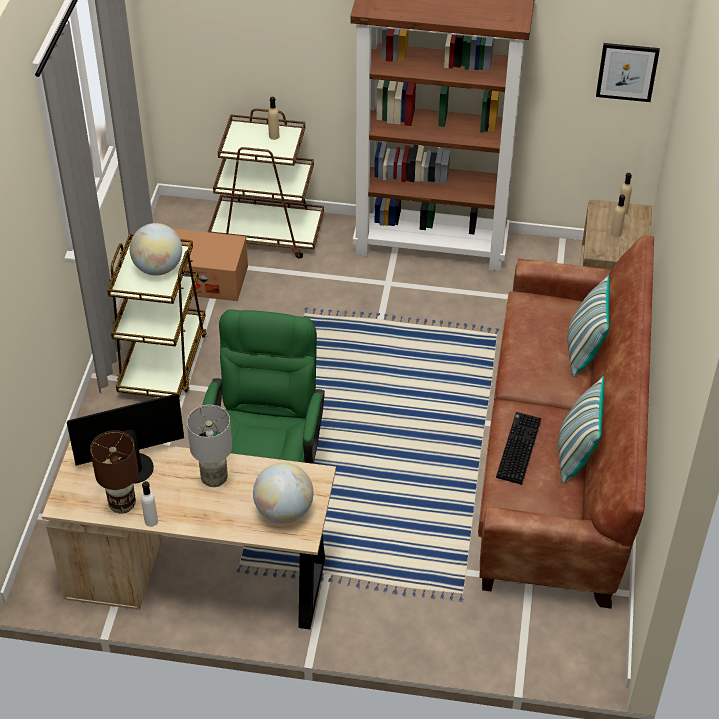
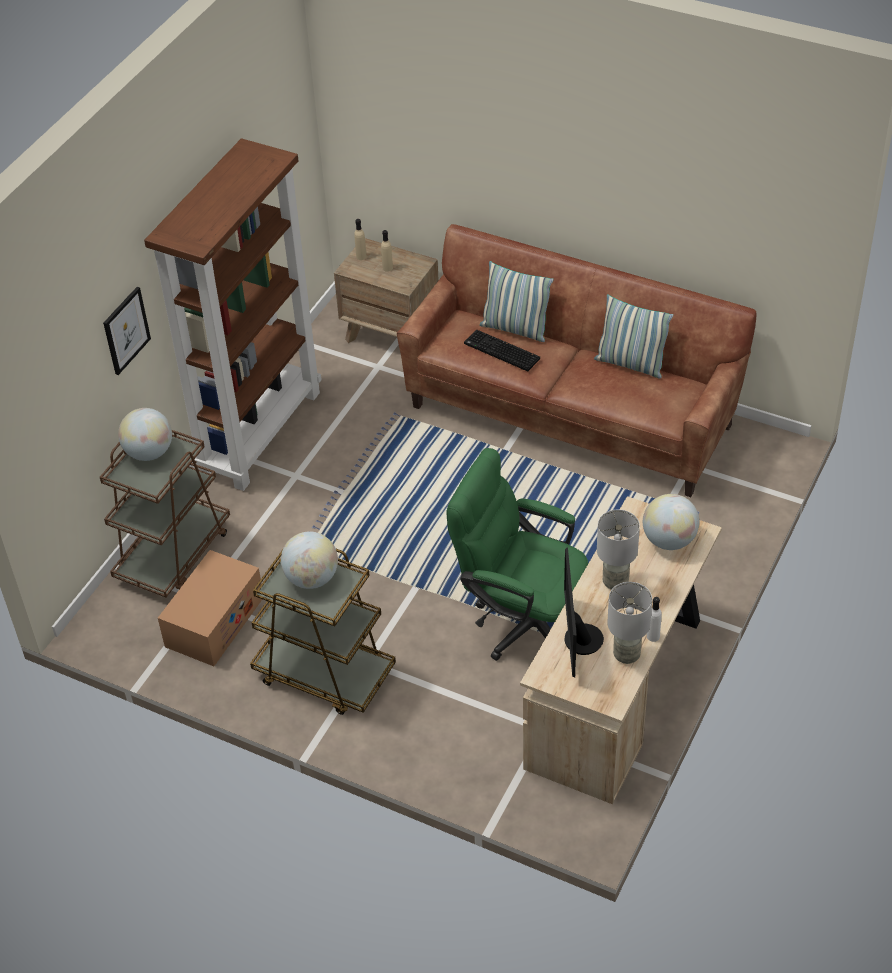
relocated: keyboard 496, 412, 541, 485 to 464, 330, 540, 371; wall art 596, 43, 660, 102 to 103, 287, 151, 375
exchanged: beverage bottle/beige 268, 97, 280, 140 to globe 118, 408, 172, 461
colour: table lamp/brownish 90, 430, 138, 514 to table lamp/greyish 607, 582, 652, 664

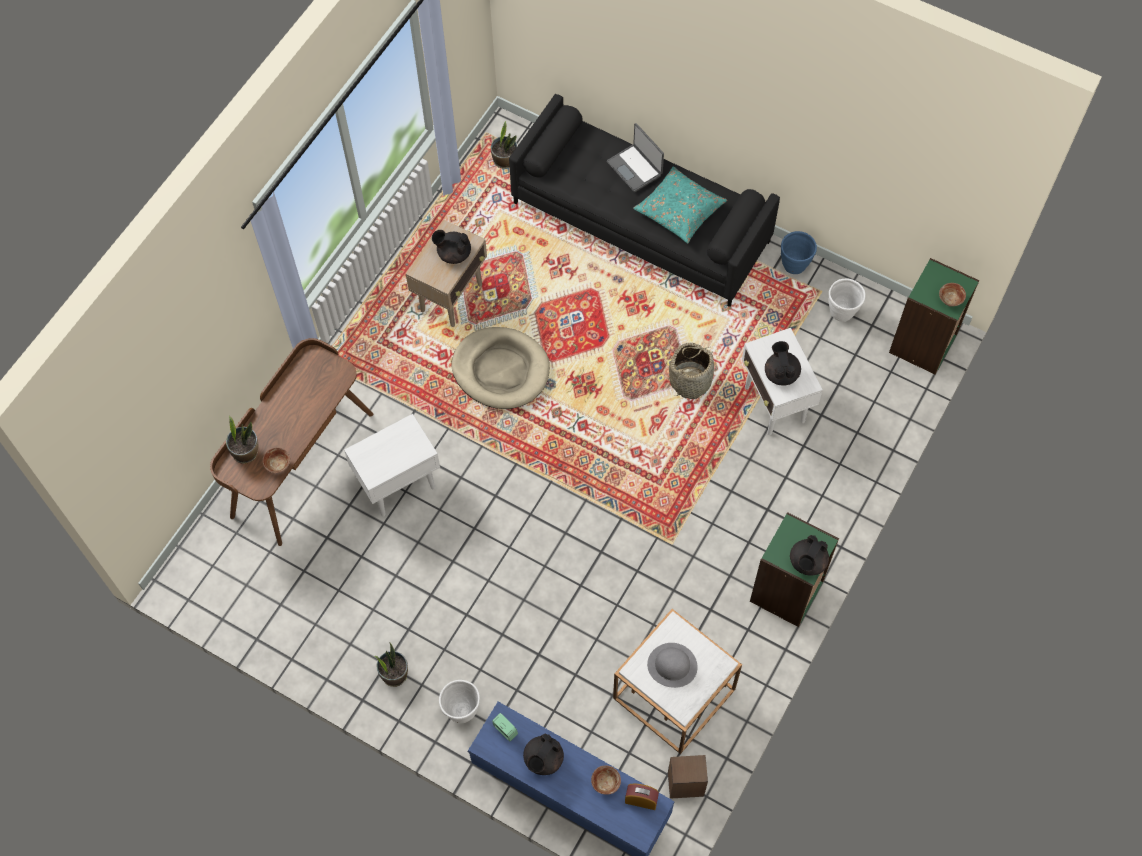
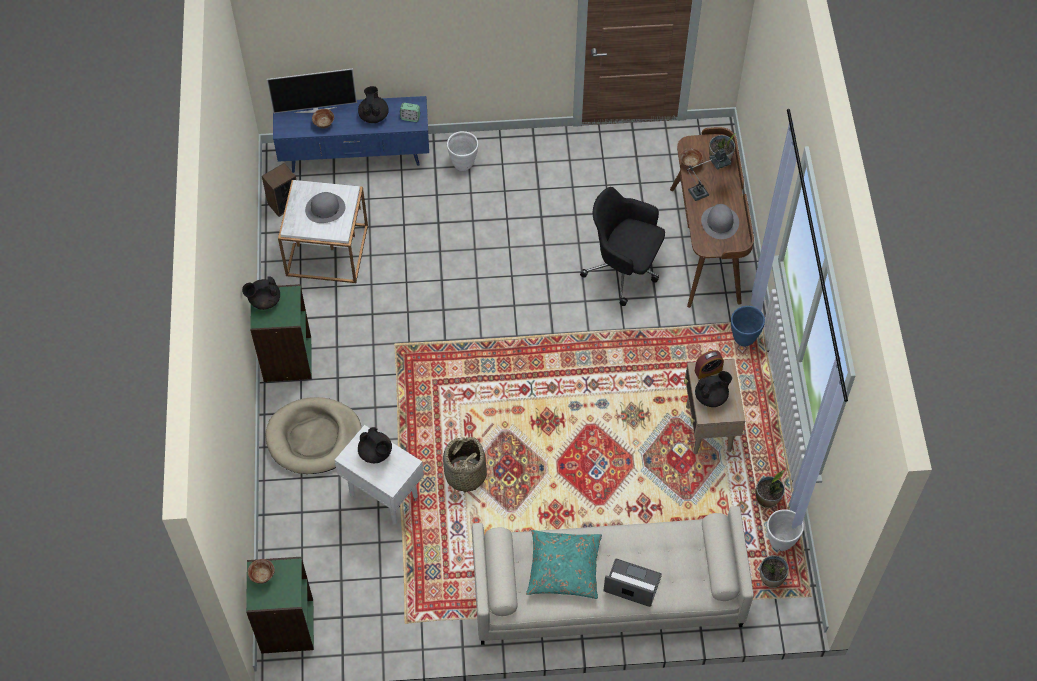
appeared: TV 267, 68, 357, 113; table lamp 686, 148, 732, 201; wearable hat/greyish 701, 204, 739, 239
relocated: potted plant 374, 642, 408, 687 to 756, 470, 785, 508; dog cushion/beige 451, 327, 550, 409 to 265, 397, 362, 474; table clock 625, 783, 659, 810 to 695, 350, 724, 379; plant pot/bluish 781, 231, 817, 274 to 731, 306, 765, 346; plant pot/whitish 829, 279, 866, 322 to 767, 509, 804, 551
exchanged: side table/whitish 344, 414, 440, 517 to computer chair/black-coloured 580, 187, 665, 306
colour: sofa/black-coloured 509, 94, 780, 307 to sofa/beige 472, 506, 754, 645
spun: teapot/black-coloured 790, 535, 829, 576 = 242, 276, 280, 310 105 degrees counterclockwise

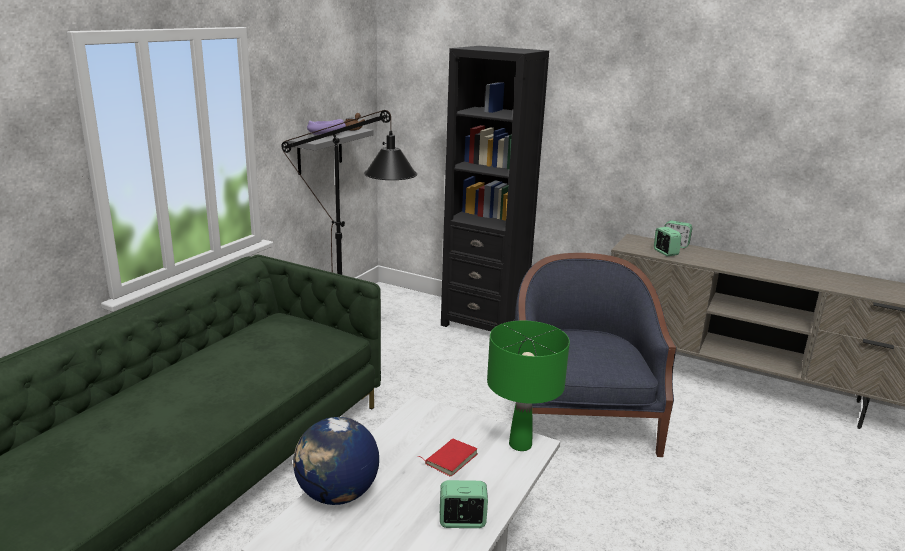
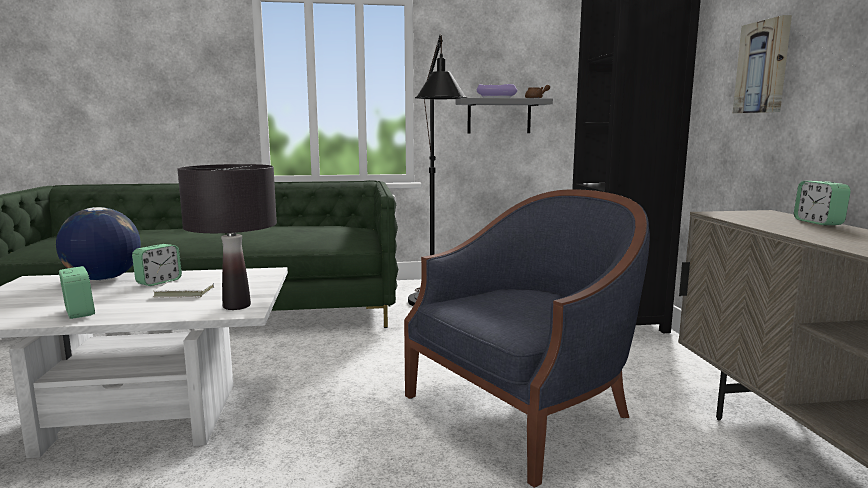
appeared: wall art 733, 15, 792, 113
relocated: table clock 654, 227, 681, 256 to 132, 244, 182, 286
colour: bound book/red-coloured 418, 438, 477, 477 to bound book/whitish 153, 281, 214, 297; table lamp/green-coloured 487, 321, 570, 451 to table lamp/black-coloured 177, 164, 277, 310

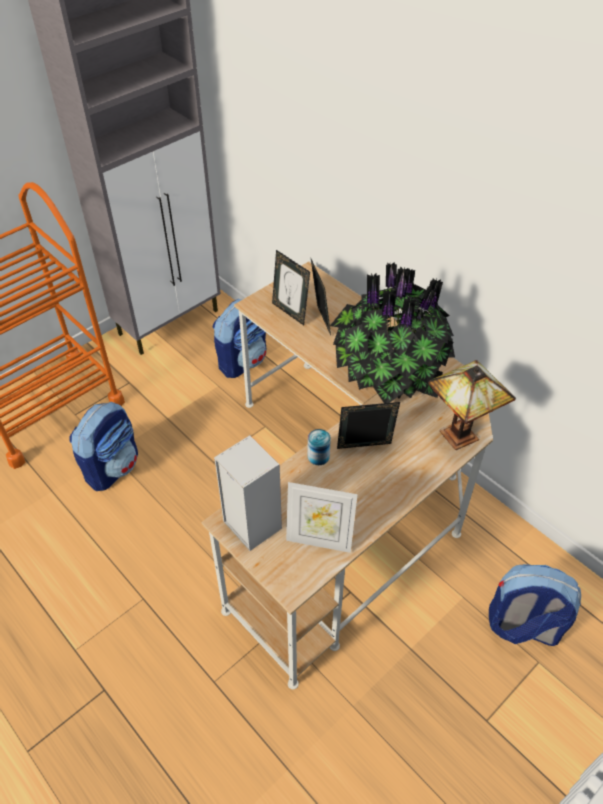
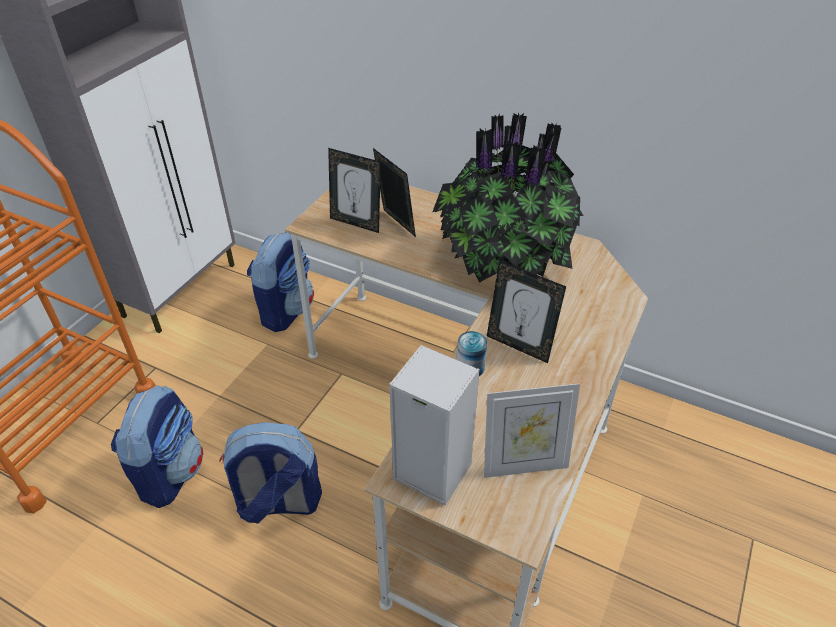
missing: table lamp 428, 360, 516, 450
relocated: knapsack 489, 564, 581, 646 to 219, 422, 322, 524
spun: picture frame 337, 402, 400, 449 = 487, 260, 566, 363 120 degrees counterclockwise

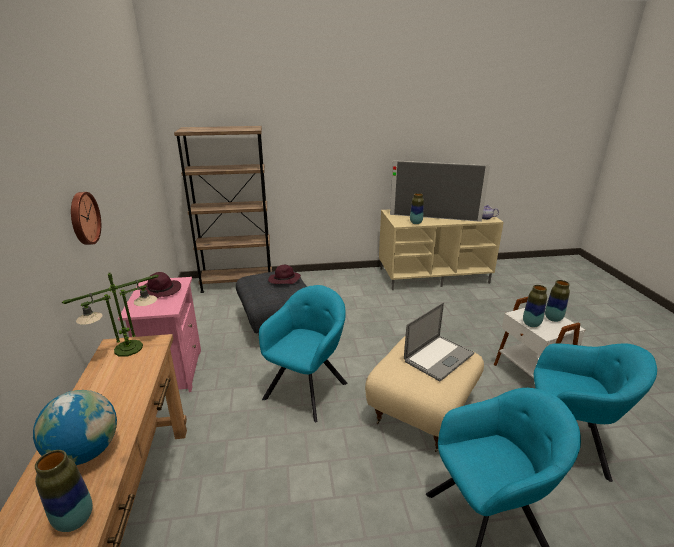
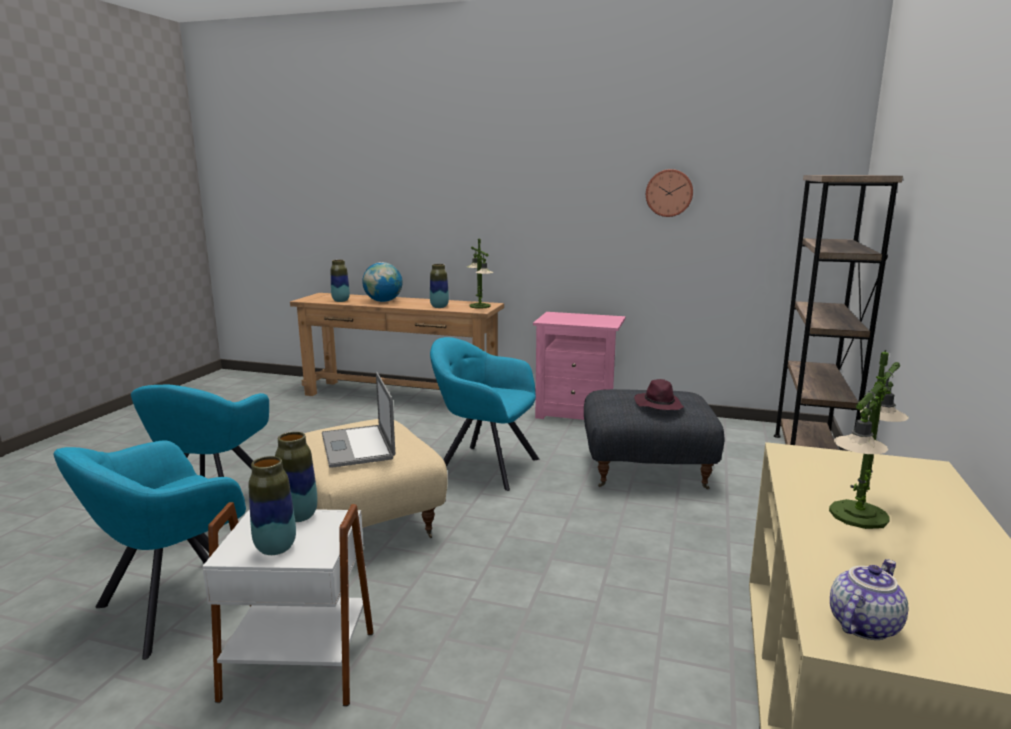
missing: wearable hat/purple 140, 272, 181, 298
relocated: hanging clock 71, 192, 101, 245 to 646, 169, 693, 217; flower vase 410, 193, 424, 224 to 430, 264, 449, 308
exchanged: TV 390, 160, 490, 222 to table lamp 829, 350, 909, 529
spun: lounge chair/turquoise-coloured 259, 285, 347, 423 = 430, 337, 539, 491 150 degrees clockwise

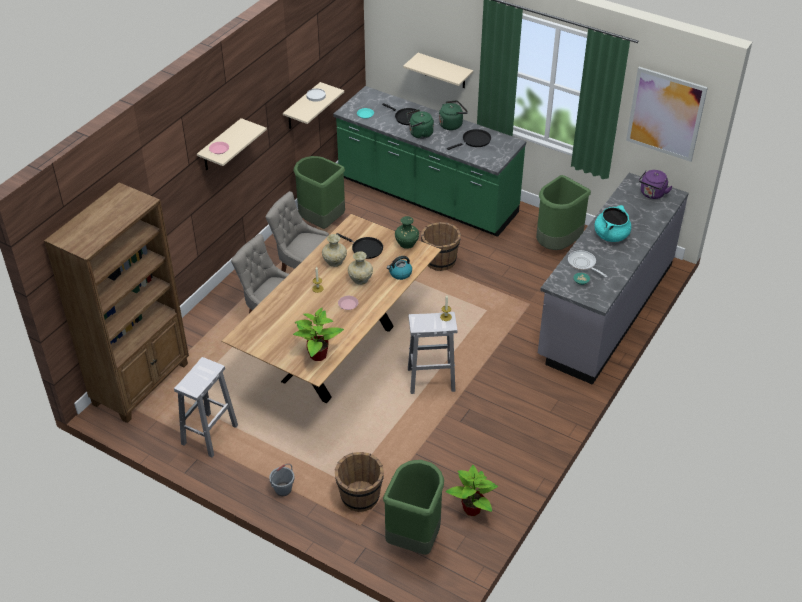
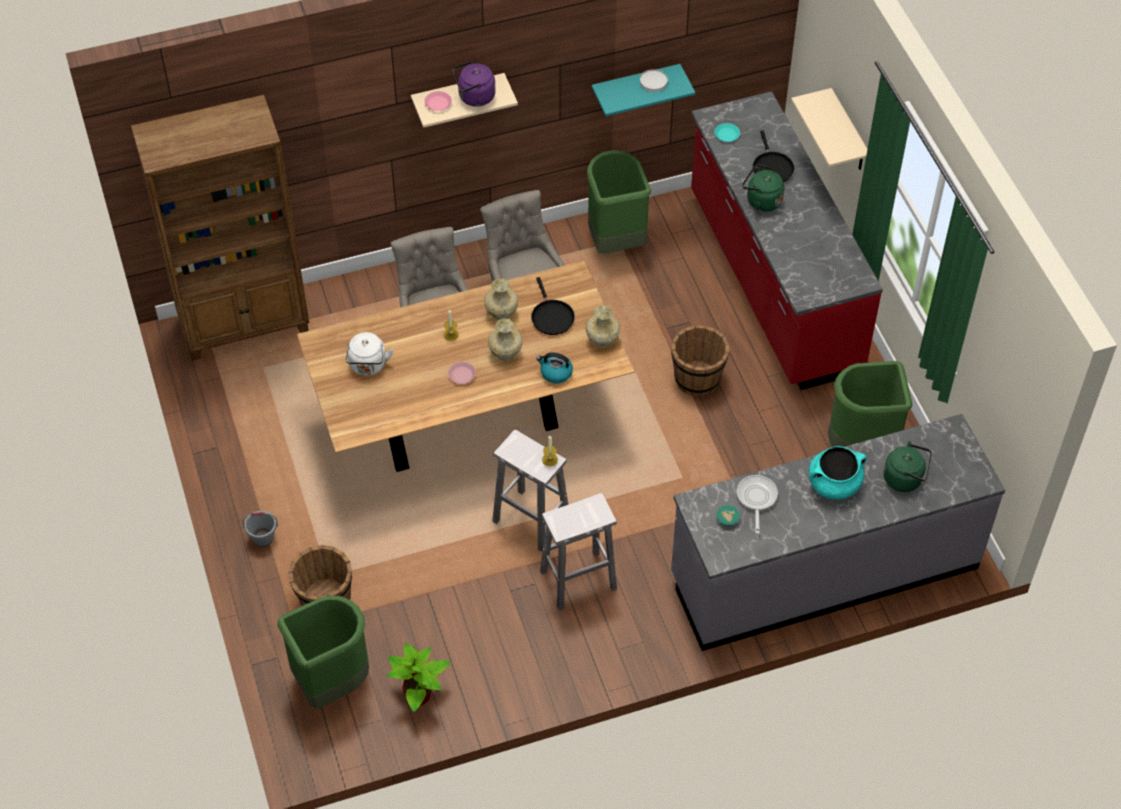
missing: potted plant 293, 308, 344, 361; skillet/black-coloured 447, 129, 491, 150; wall art 626, 67, 708, 162
appeared: water kettle/whitish 346, 332, 394, 376
relocated: stool seat/whitish 174, 357, 238, 458 to 540, 493, 617, 610; water kettle/green-coloured 439, 101, 468, 130 to 883, 441, 932, 492; water kettle/purple 639, 170, 673, 199 to 452, 61, 496, 107
colour: bracket shelf/beige 283, 82, 344, 129 to bracket shelf/turquoise-coloured 592, 64, 695, 116; kitchen base unit/green-coloured 333, 86, 526, 237 to kitchen base unit/red-coloured 691, 91, 883, 390; flower vase/green-coloured 395, 216, 419, 249 to flower vase/beige 586, 305, 620, 348

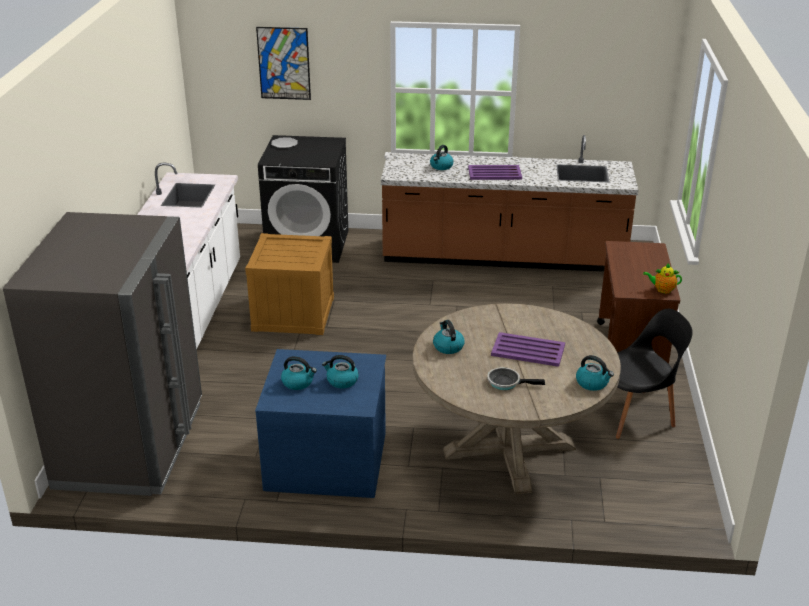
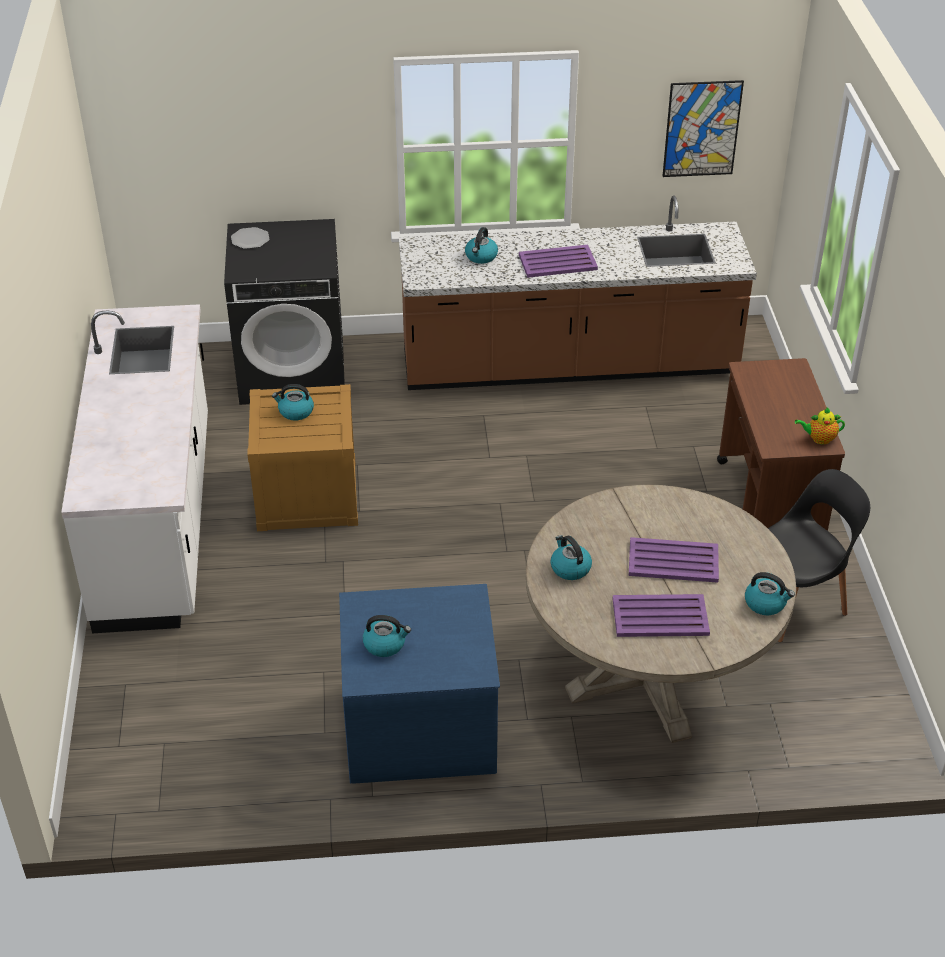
missing: refrigerator/greyish 3, 212, 202, 496
relocated: wall art 256, 27, 311, 100 to 663, 80, 744, 177; water kettle 322, 355, 359, 389 to 272, 384, 314, 421
exchanged: skillet 487, 367, 545, 390 to carrying tray/purple 613, 594, 710, 637

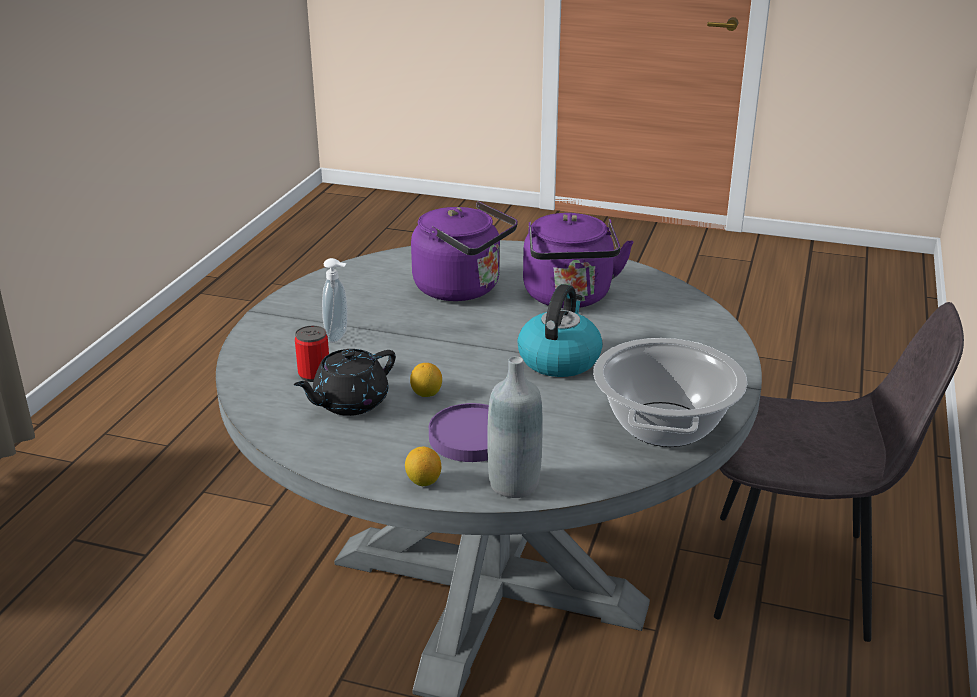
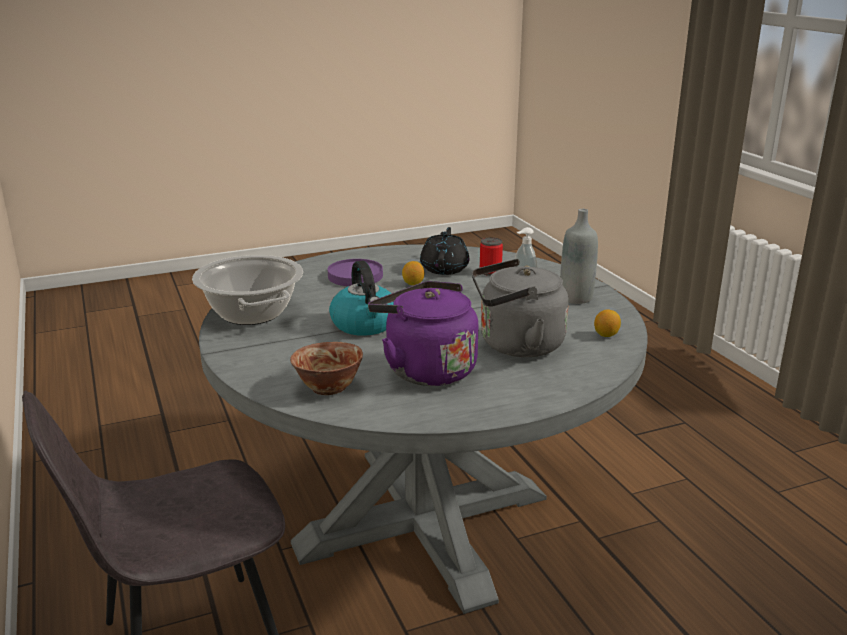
appeared: deep dish 290, 342, 363, 395
relocated: whole lemon 405, 446, 441, 486 to 594, 309, 621, 337; beverage bottle/greyish 487, 356, 543, 498 to 560, 209, 598, 304
colour: water kettle/purple 411, 201, 518, 301 to water kettle/greyish 472, 259, 569, 357

